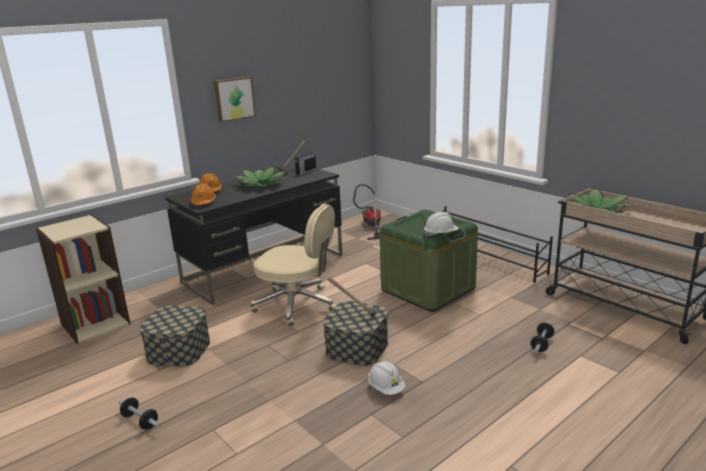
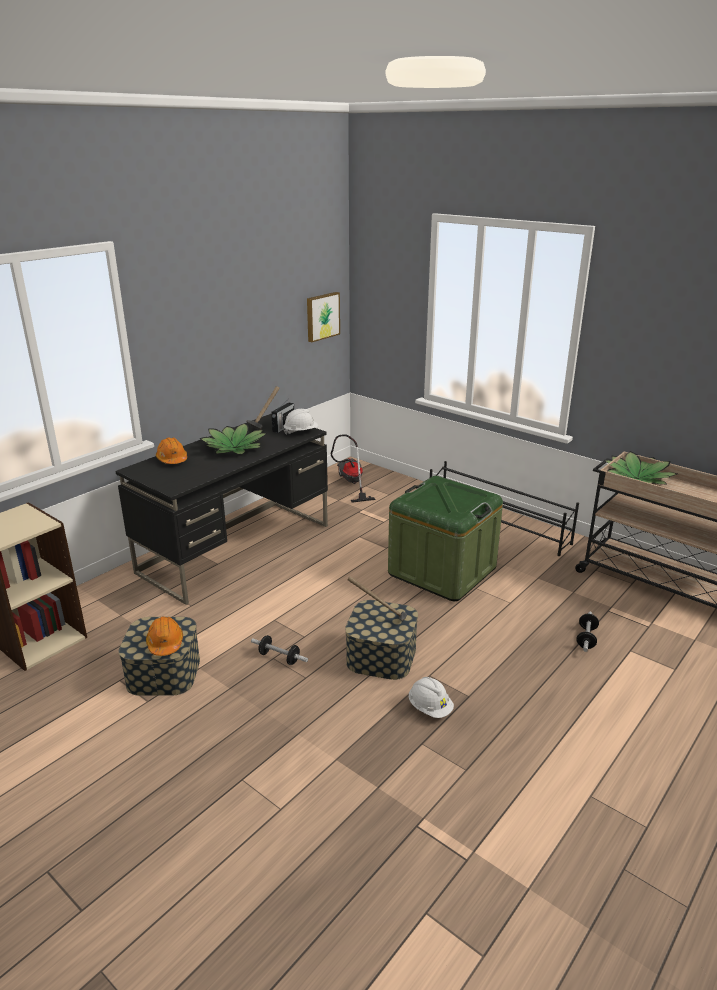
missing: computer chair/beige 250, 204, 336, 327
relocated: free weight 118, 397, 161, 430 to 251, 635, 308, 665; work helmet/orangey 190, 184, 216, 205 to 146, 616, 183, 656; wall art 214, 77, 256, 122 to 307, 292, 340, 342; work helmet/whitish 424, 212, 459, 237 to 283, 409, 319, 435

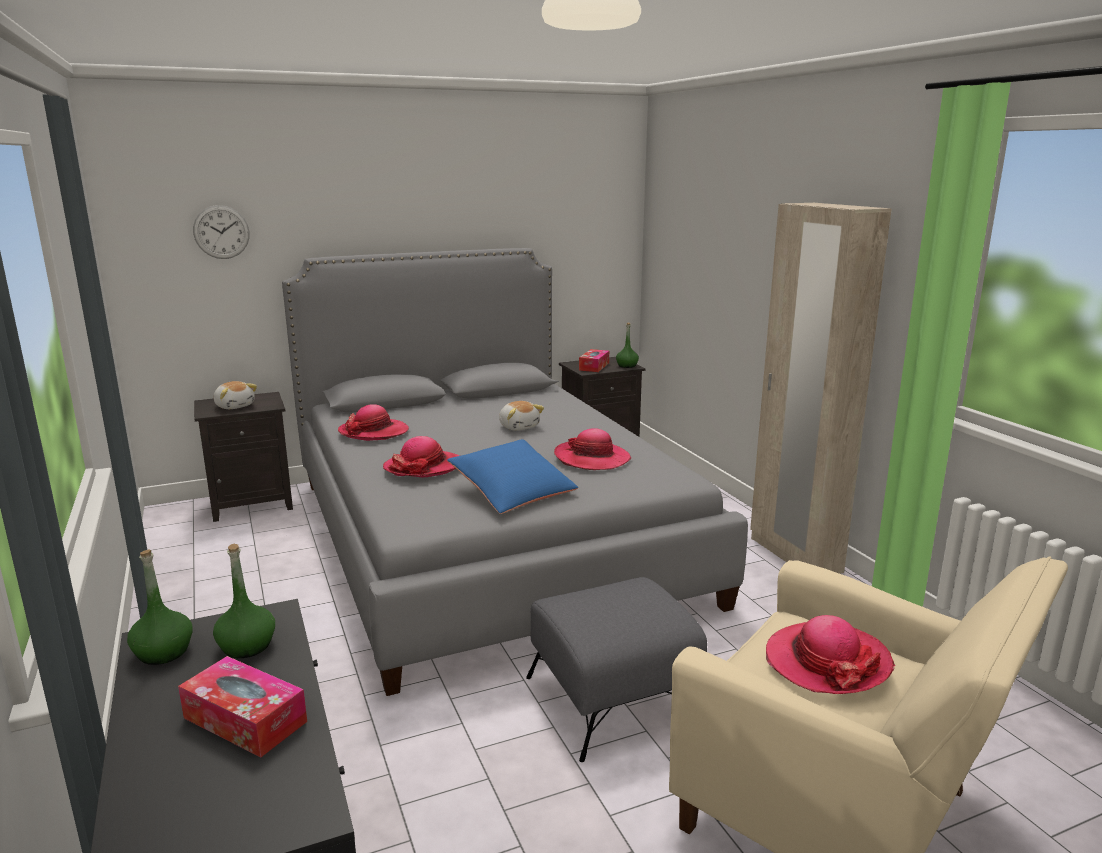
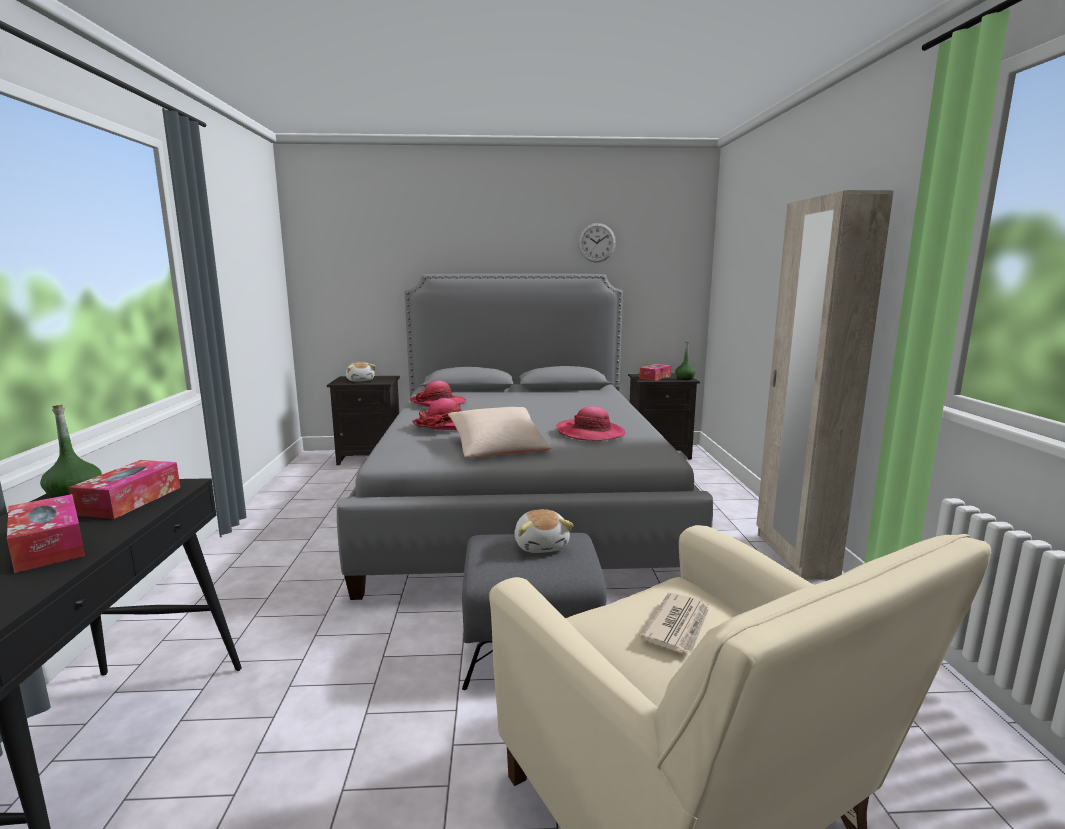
relocated: hanging clock 193, 205, 250, 259 to 578, 223, 616, 263; cuddly toy 499, 401, 544, 431 to 515, 509, 574, 553
exchanged: beverage bottle/green-coloured 213, 544, 275, 658 to tissue holder 69, 460, 180, 519; wearable hat 766, 615, 895, 694 to printed paper 639, 593, 709, 653
colour: pillow/bluish 447, 439, 578, 514 to pillow/beige 448, 407, 551, 458

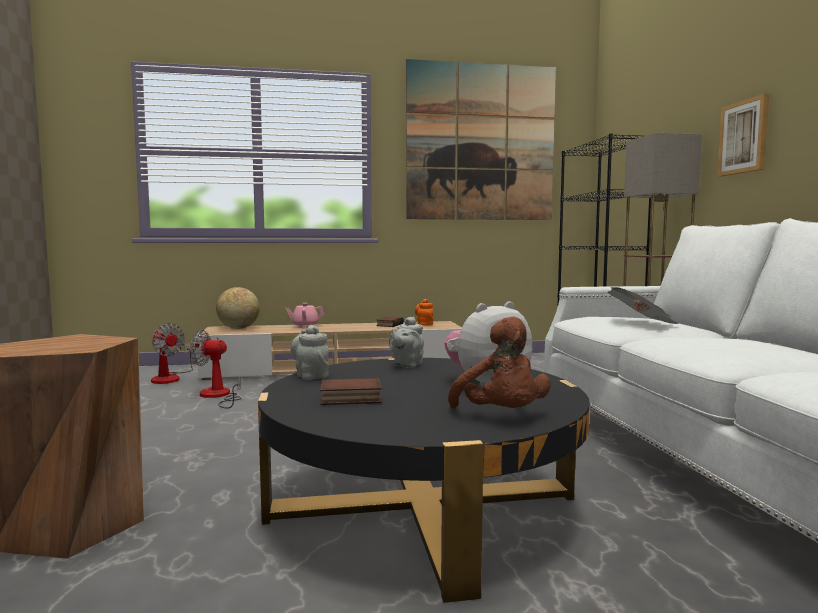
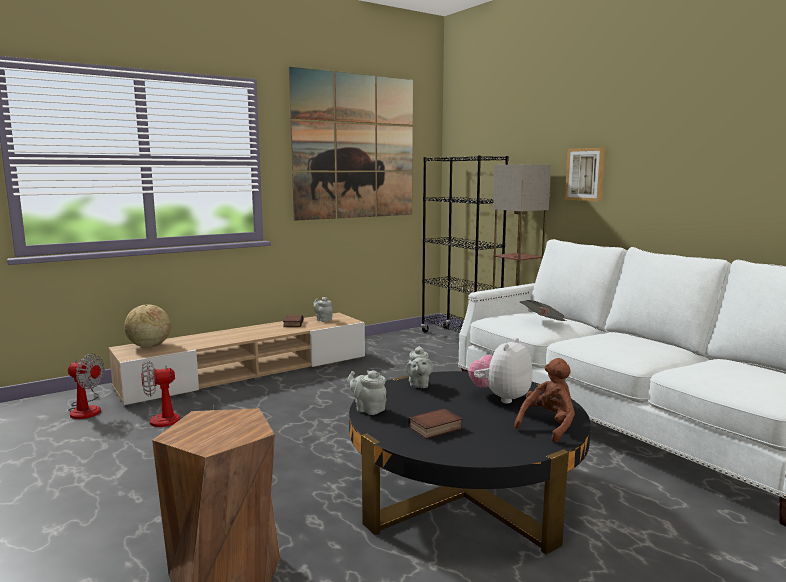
missing: teapot/pink-coloured 285, 303, 324, 328
colour: teapot/orangey 415, 299, 434, 326 to teapot/greyish 314, 297, 332, 322
spun: cuddly toy/brownish 448, 316, 551, 409 = 514, 358, 575, 443 90 degrees counterclockwise

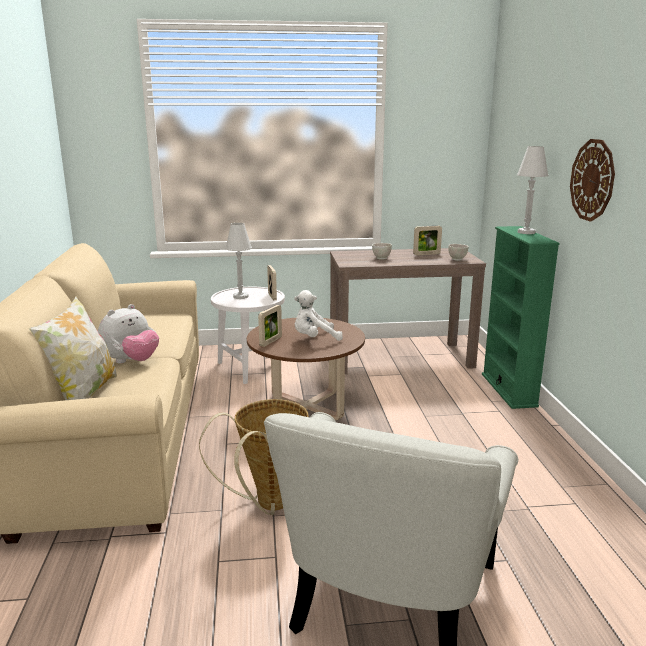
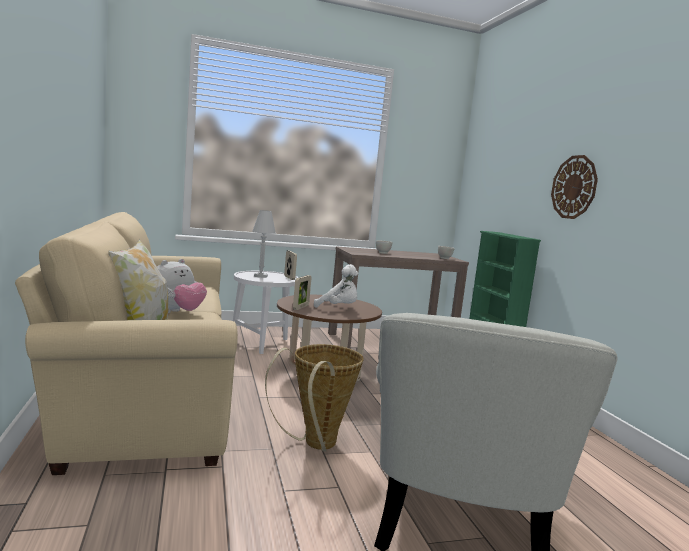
missing: picture frame 413, 226, 442, 255; table lamp/whitish 517, 146, 548, 234
spun: cuddly toy/whitish 294, 290, 343, 341 = 314, 264, 358, 308 135 degrees counterclockwise

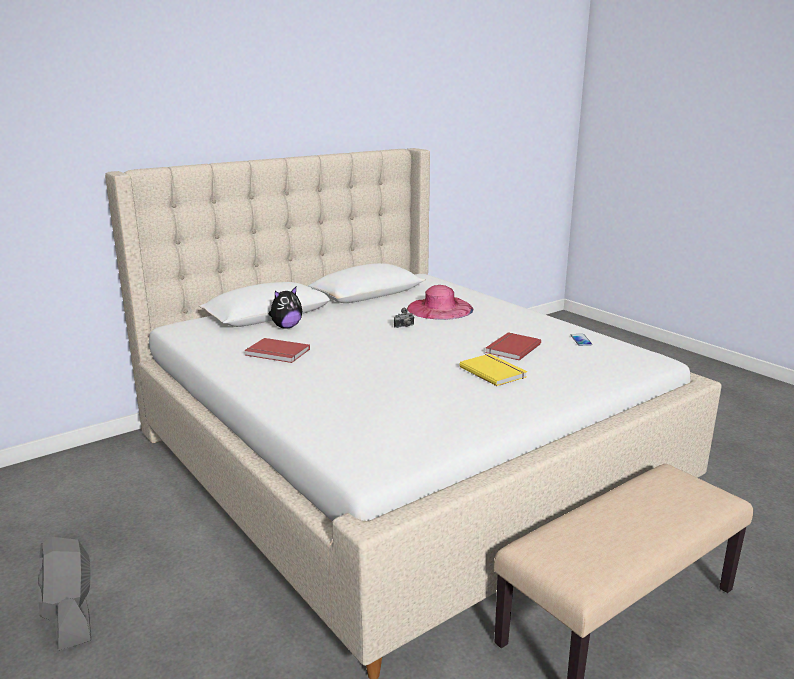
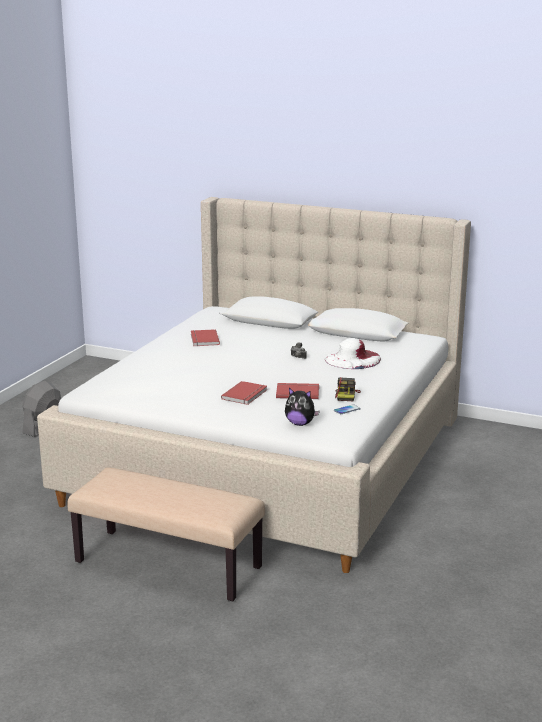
appeared: still camera 335, 377, 361, 401
relocated: cuddly toy 268, 287, 302, 329 to 285, 388, 320, 426
colour: wearable hat/pink-coloured 407, 285, 474, 320 to wearable hat/whitish 324, 338, 381, 369; bound book/yellow 459, 354, 527, 386 to bound book/red-coloured 221, 381, 267, 405

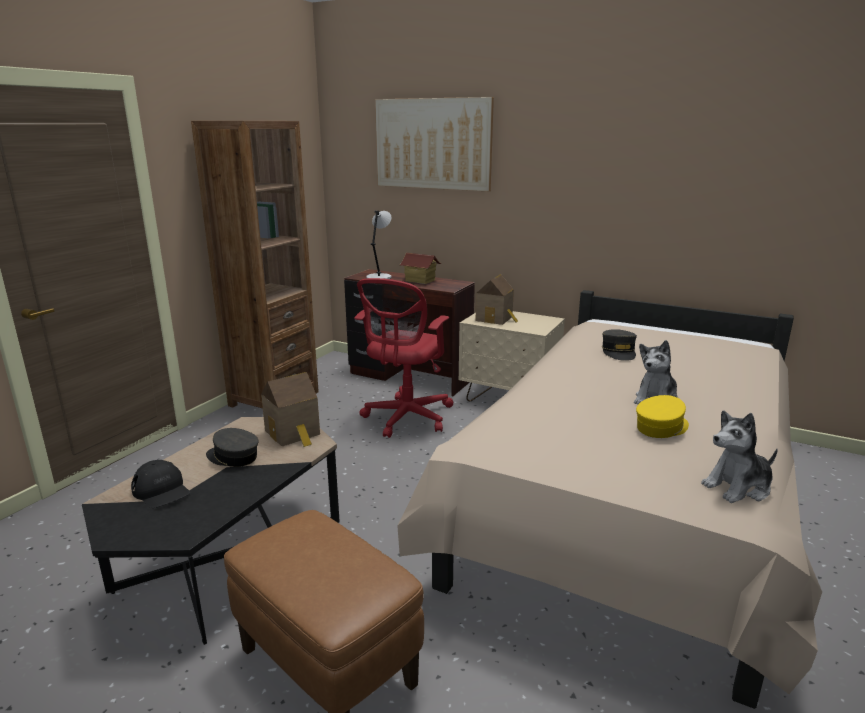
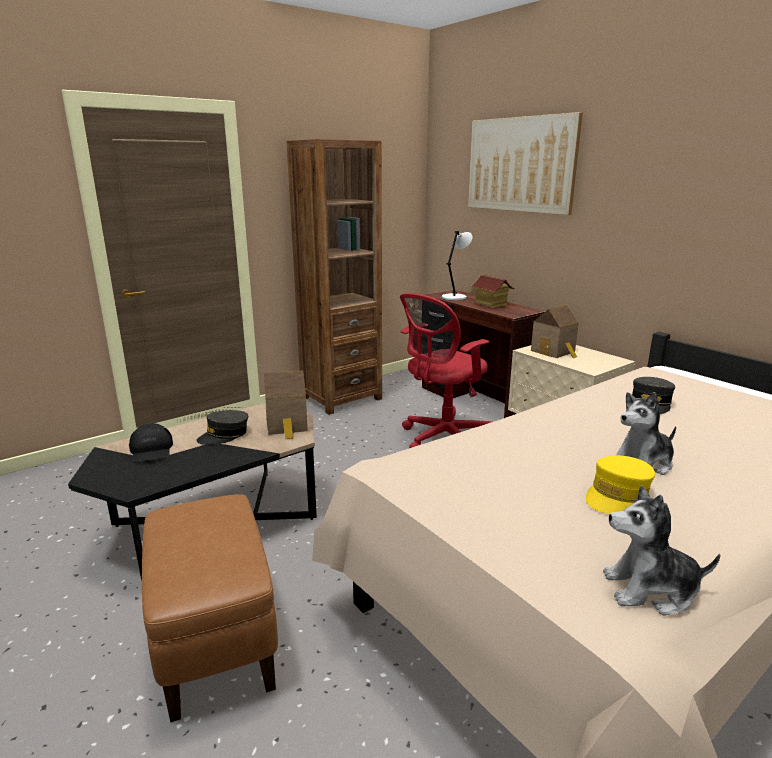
spun: baseball cap/greyish 206, 428, 258, 467 = 196, 410, 248, 445 90 degrees counterclockwise; baseball cap/yellow 636, 395, 689, 438 = 586, 456, 655, 514 150 degrees clockwise

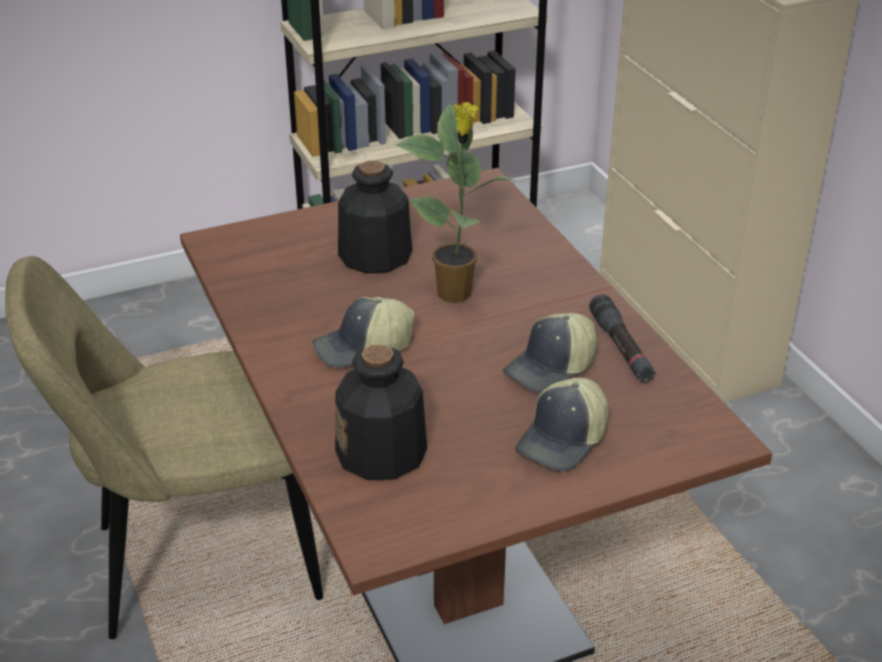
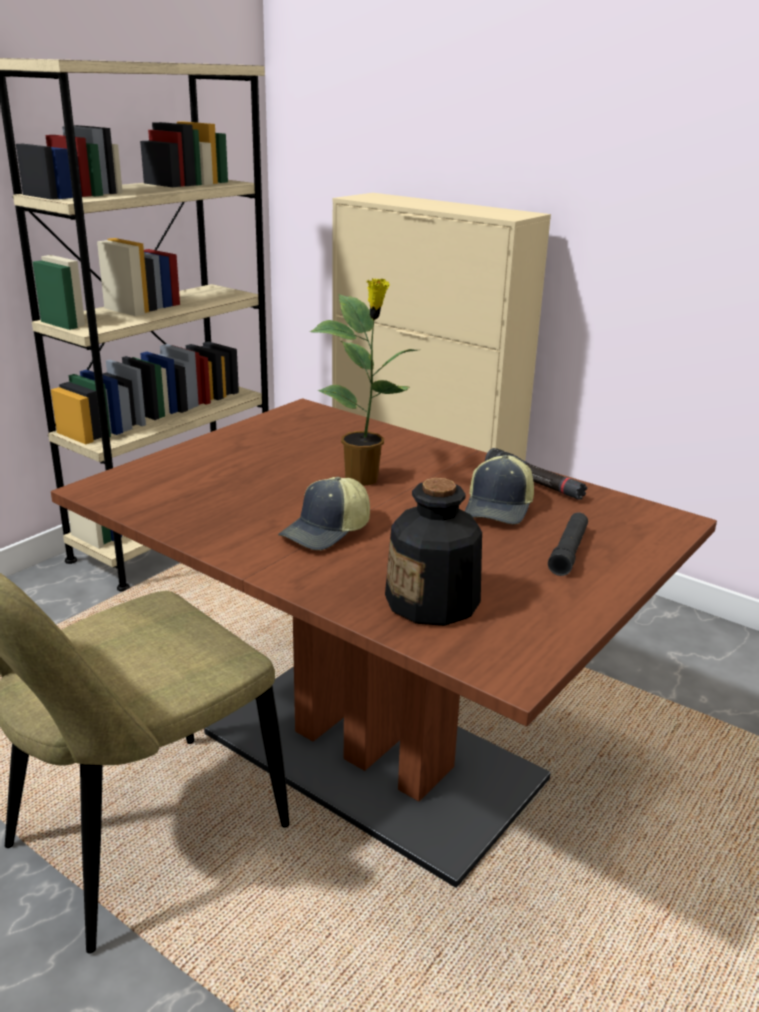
missing: beverage bottle 338, 160, 412, 274
exchanged: baseball cap 515, 378, 609, 471 to torch/black-coloured 548, 512, 588, 576

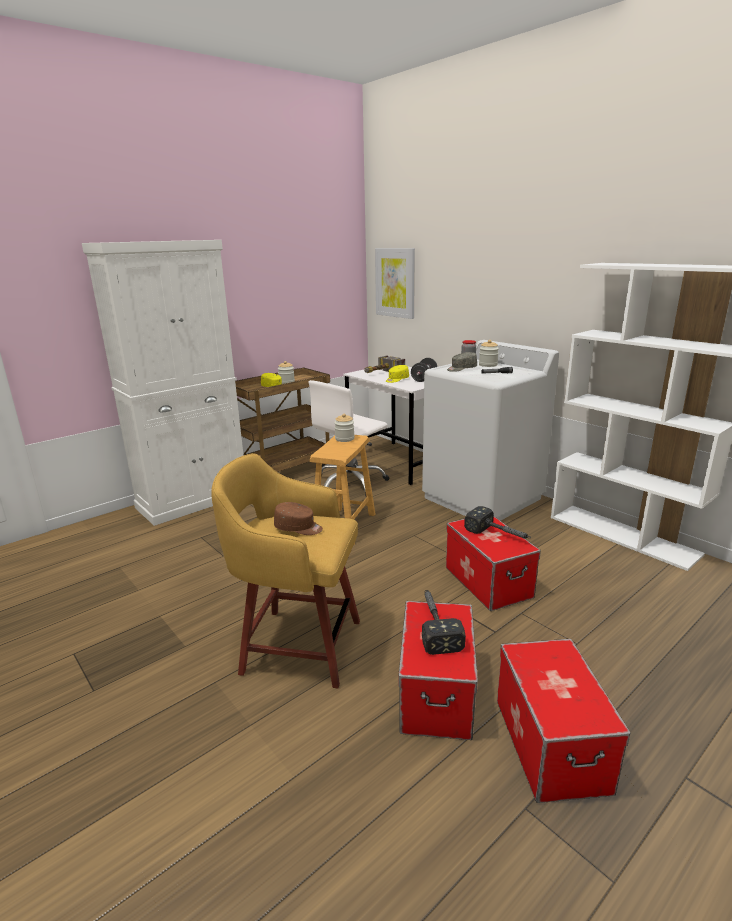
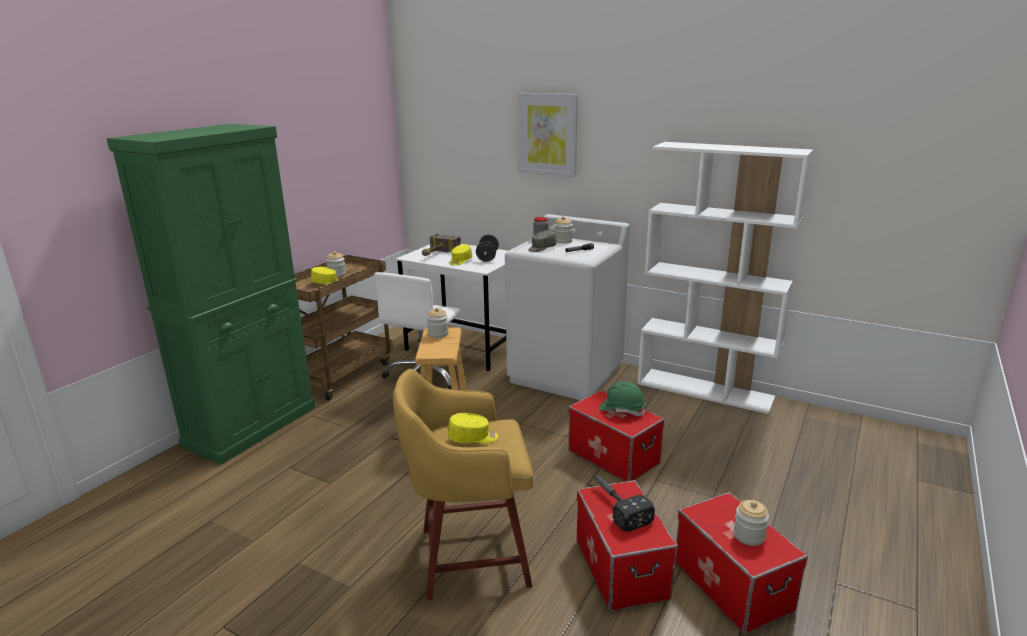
appeared: preserve jar 733, 500, 769, 546
relocated: wall art 375, 248, 415, 319 to 518, 93, 578, 177
exchanged: tool hammer 464, 506, 531, 539 to work helmet/green-coloured 599, 381, 646, 416
colour: cupboard/whitish 82, 240, 244, 526 to cupboard/green-coloured 106, 124, 316, 465; baseball cap/brownish 274, 502, 323, 535 to baseball cap/yellow 448, 413, 498, 444

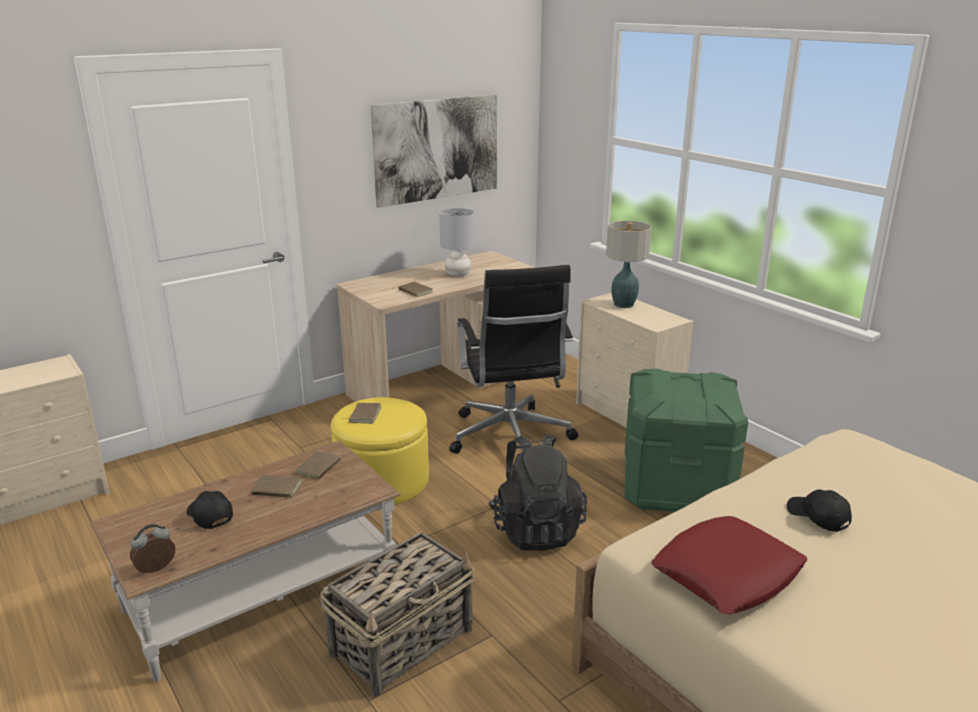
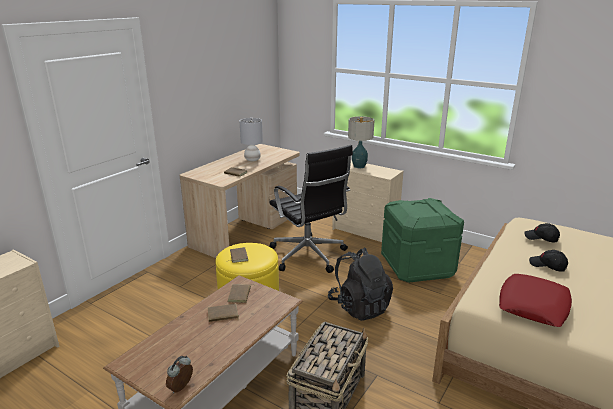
missing: wall art 371, 95, 497, 208
relocated: baseball cap/black-coloured 187, 491, 233, 529 to 524, 223, 560, 242

